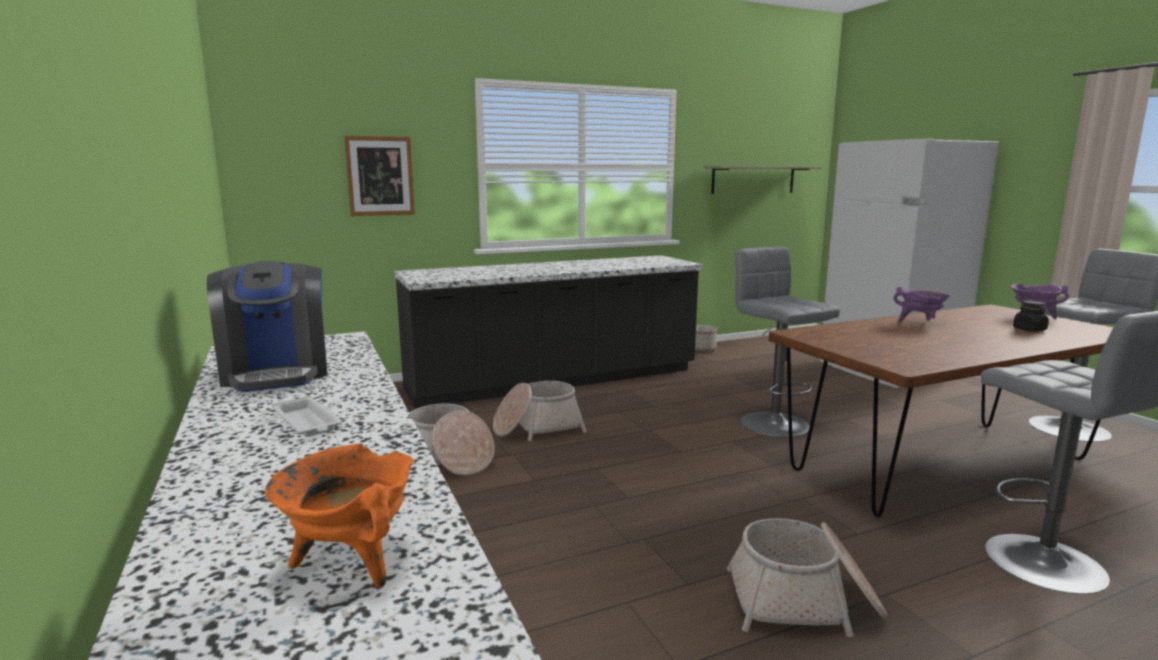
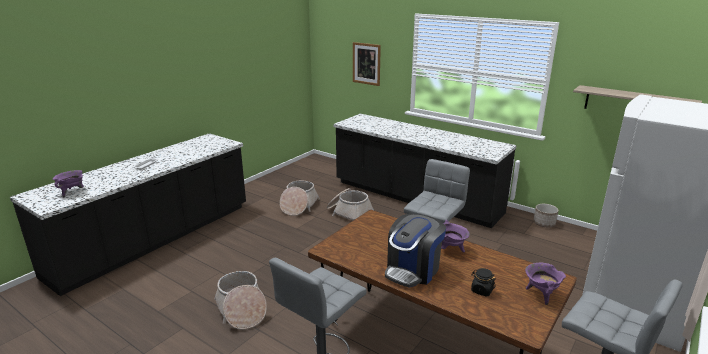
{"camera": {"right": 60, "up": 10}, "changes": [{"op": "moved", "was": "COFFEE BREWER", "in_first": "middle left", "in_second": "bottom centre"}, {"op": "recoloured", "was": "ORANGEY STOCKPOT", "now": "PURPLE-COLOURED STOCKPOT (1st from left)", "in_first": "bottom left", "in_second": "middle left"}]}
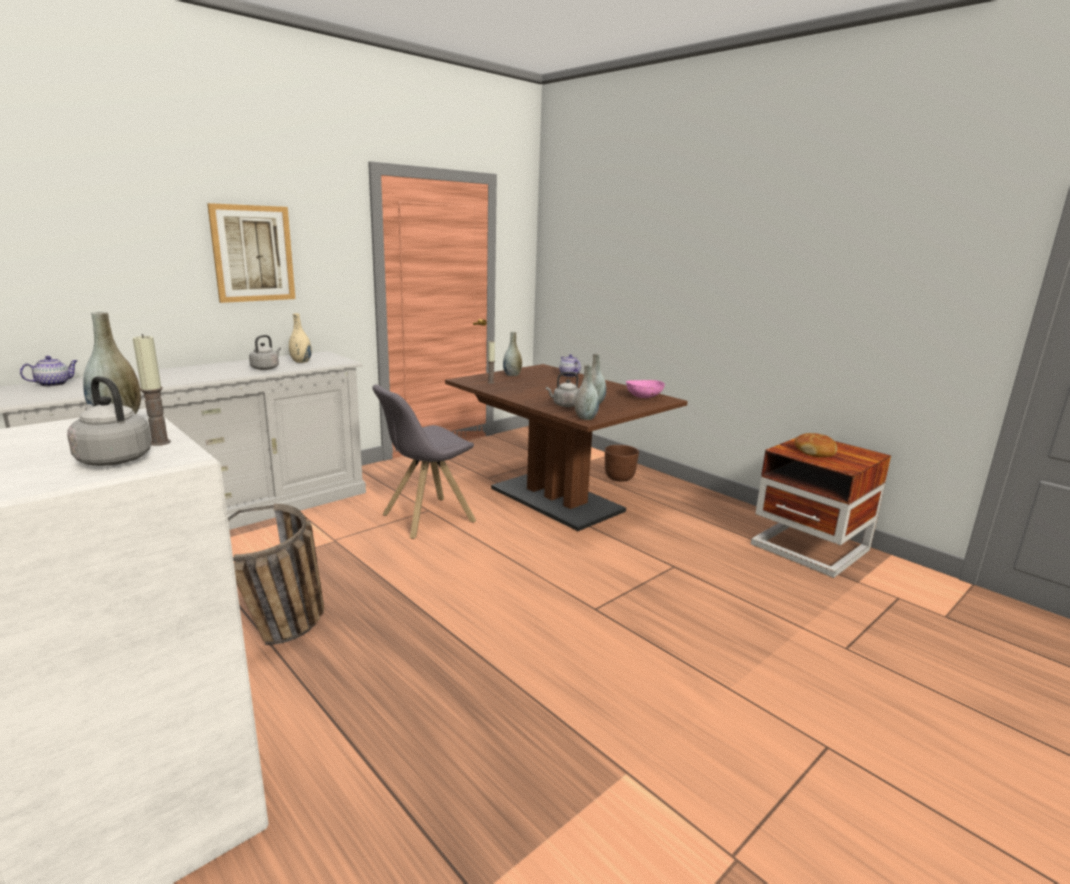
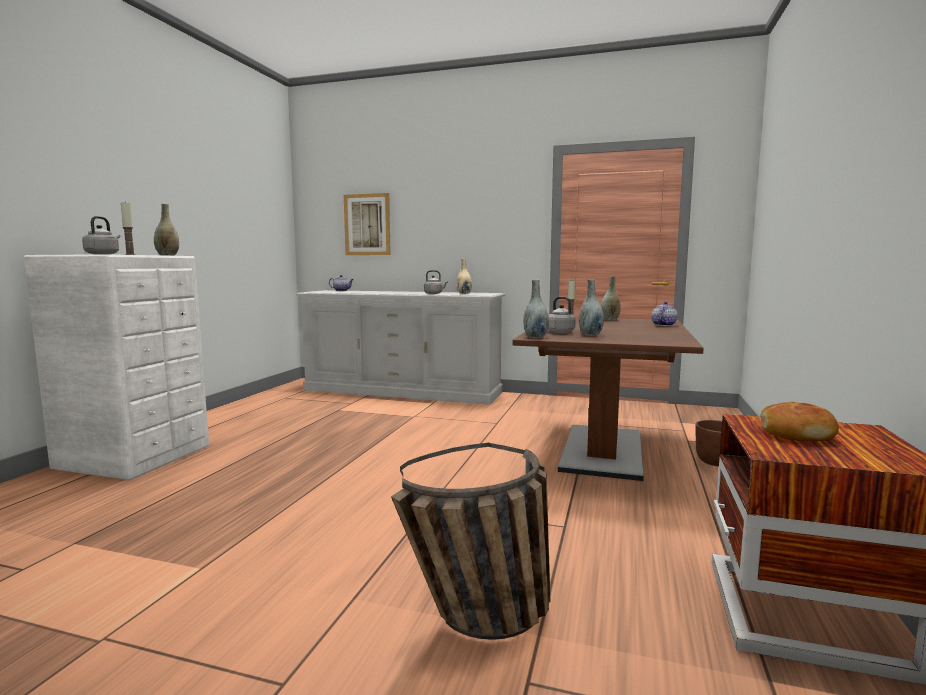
{"camera": {"right": 60, "up": -10}, "changes": [{"op": "removed", "was": "GREYISH CHAIR", "in_first": "centre"}, {"op": "removed", "was": "PINKISH BOWL", "in_first": "centre"}, {"op": "moved", "was": "WALL ART", "in_first": "top left", "in_second": "top centre"}, {"op": "moved", "was": "HOUSEHOLD BASKET", "in_first": "middle left", "in_second": "bottom centre"}]}
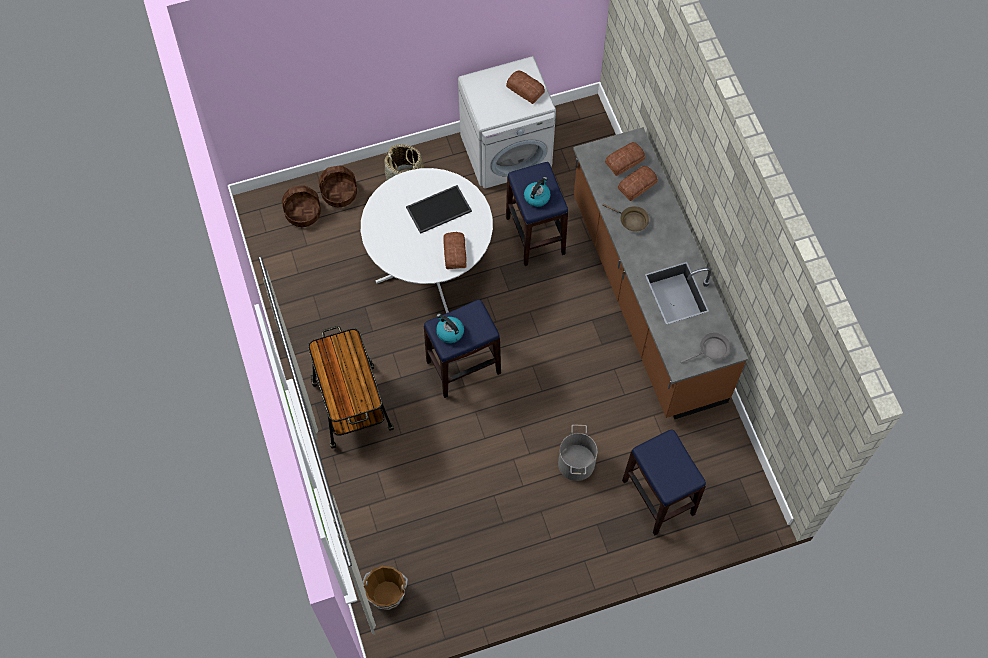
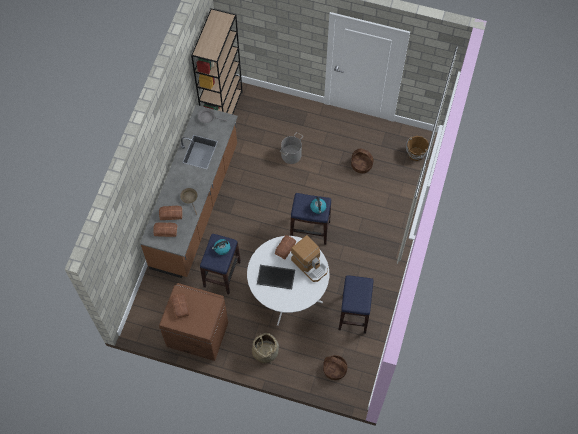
{"camera": {"right": -145, "up": 0}, "changes": [{"op": "removed", "was": "TROLLEY", "in_first": "centre"}, {"op": "added", "now": "BEIGE-COLOURED BOOKCASE", "in_second": "top centre"}, {"op": "added", "now": "COFFEE BREWER", "in_second": "centre"}, {"op": "moved", "was": "HOUSEHOLD BASKET (2nd from left in the first image)", "now": "HOUSEHOLD BASKET (3rd from left)", "in_first": "top centre", "in_second": "centre"}, {"op": "moved", "was": "SITTING STOOL (3rd from left)", "in_first": "bottom right", "in_second": "bottom centre"}, {"op": "recoloured", "was": "WHITISH WASHING MACHINE", "now": "BROWNISH WASHING MACHINE", "in_first": "top centre", "in_second": "bottom centre"}]}
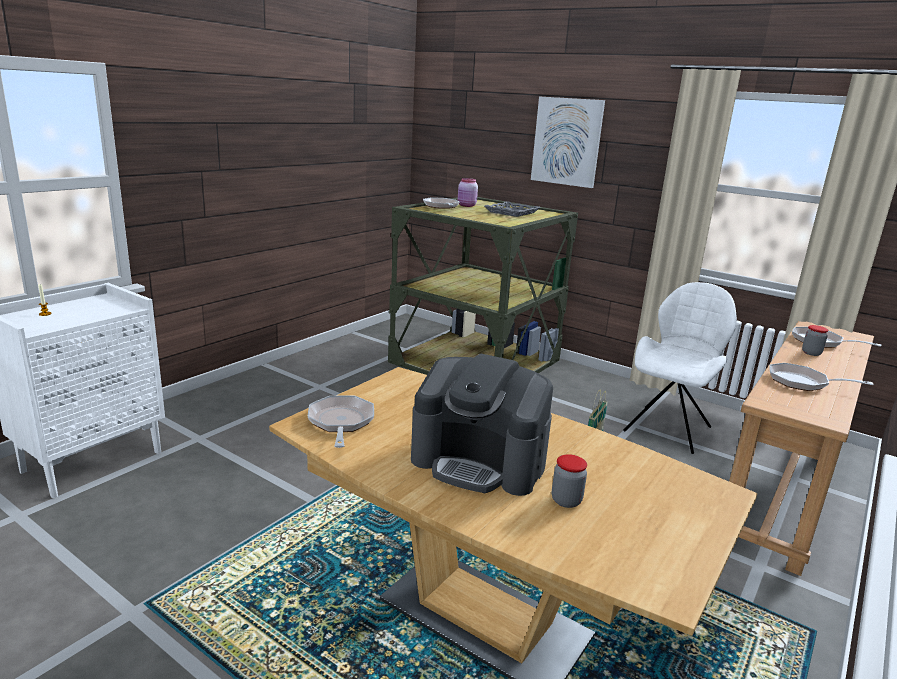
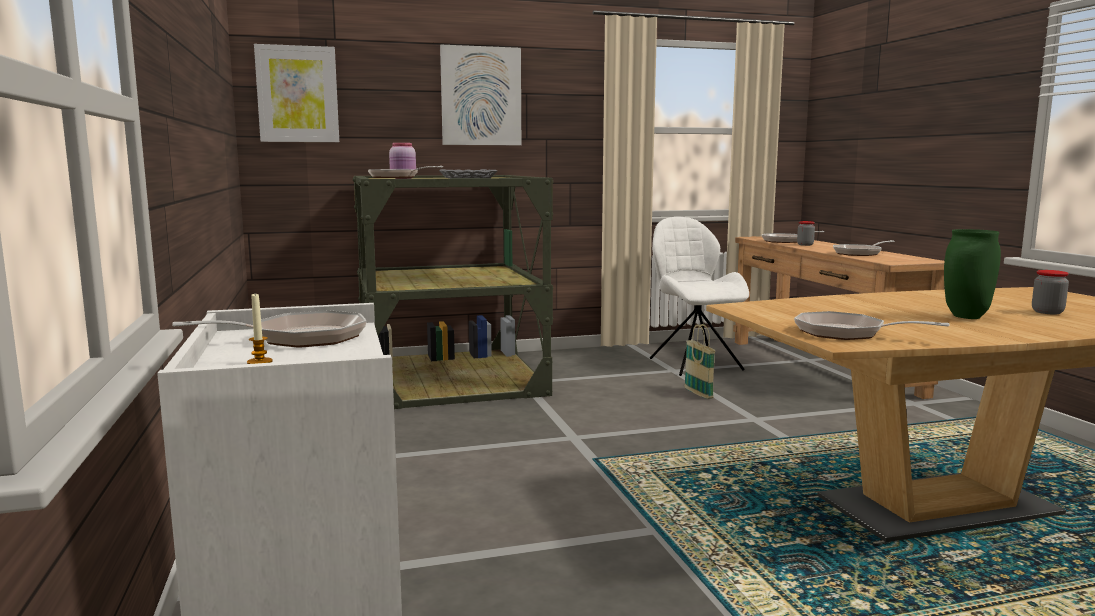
{"camera": {"right": -50, "up": -10}, "changes": [{"op": "added", "now": "SKILLET (1st from left)", "in_second": "middle left"}, {"op": "added", "now": "WALL ART (1st from left)", "in_second": "top left"}, {"op": "replaced", "was": "COFFEE BREWER", "now": "GREENISH VASE", "in_first": "centre", "in_second": "middle right"}]}
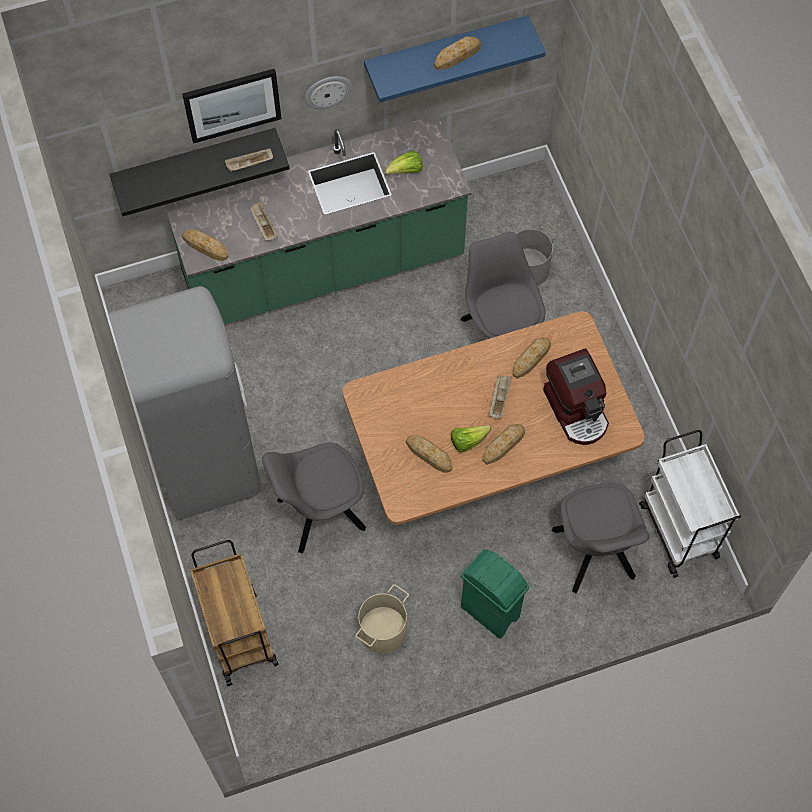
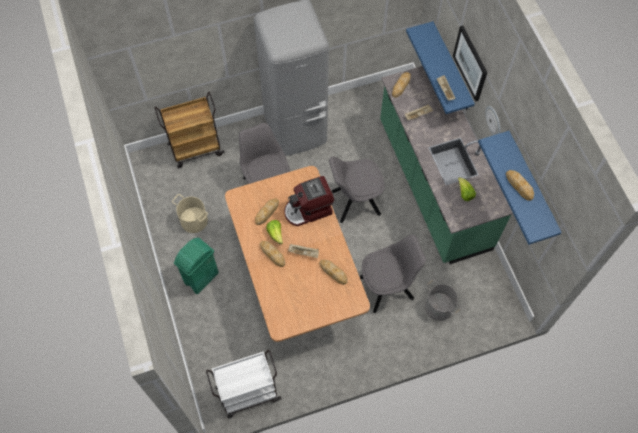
{"camera": {"right": 90, "up": 0}, "changes": [{"op": "moved", "was": "COFFEE BREWER", "in_first": "middle right", "in_second": "centre"}, {"op": "moved", "was": "GREYISH CHAIR (3rd from left in the first image)", "now": "GREYISH CHAIR (2nd from left)", "in_first": "middle right", "in_second": "centre"}, {"op": "recoloured", "was": "BLACKISH WALL SHELF", "now": "BLUE WALL SHELF (1st from left)", "in_first": "top left", "in_second": "top right"}]}
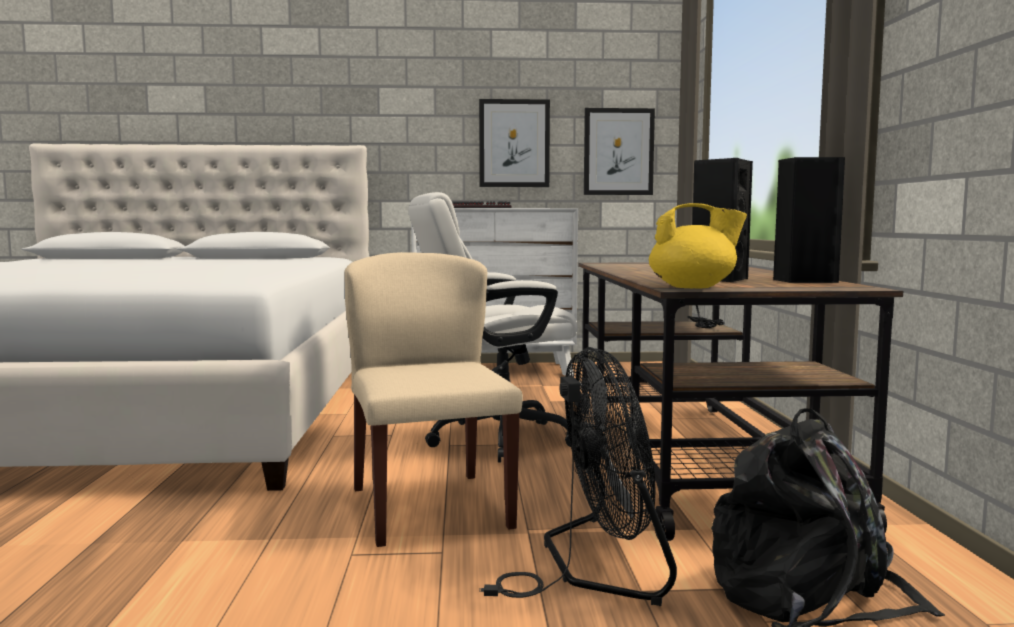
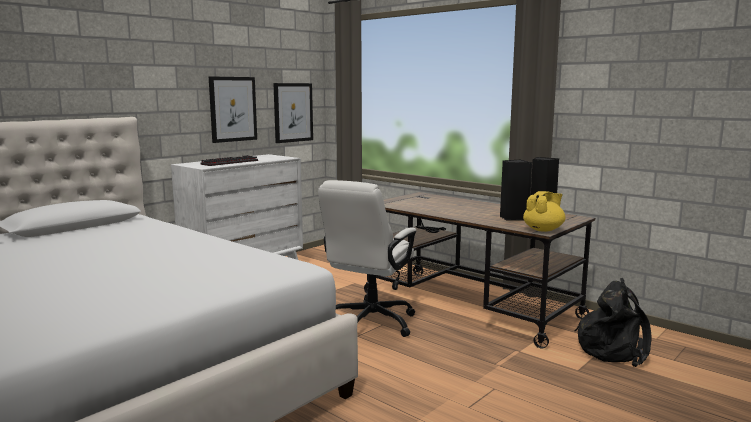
{"camera": {"right": -45, "up": 5}, "changes": [{"op": "removed", "was": "BEIGE-COLOURED CHAIR", "in_first": "centre"}, {"op": "removed", "was": "BLACKISH COOLING FAN", "in_first": "bottom centre"}]}
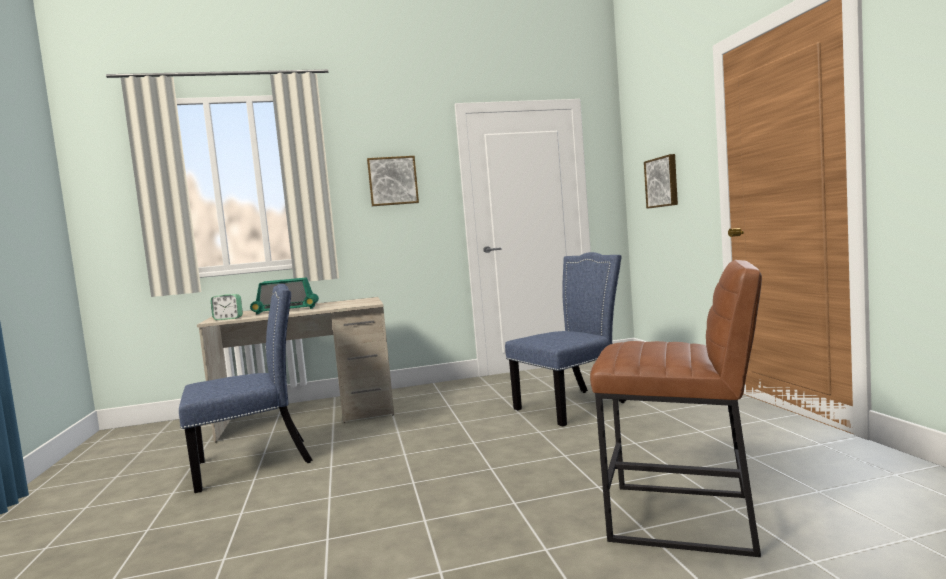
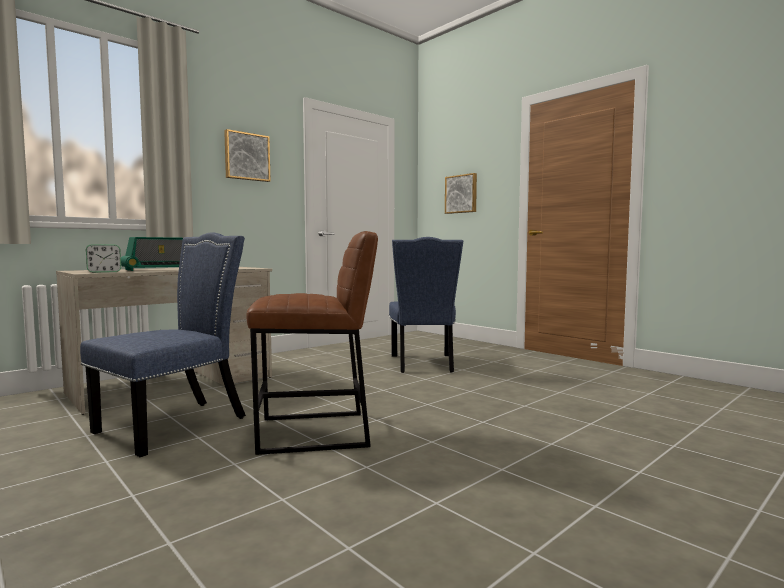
{"camera": {"right": -30, "up": 0}, "changes": [{"op": "moved", "was": "BROWNISH CHAIR", "in_first": "bottom right", "in_second": "centre"}, {"op": "turned", "was": "BLUE CHAIR (2nd from left)", "in_first": "centre", "in_second": "centre", "clockwise": 150}]}
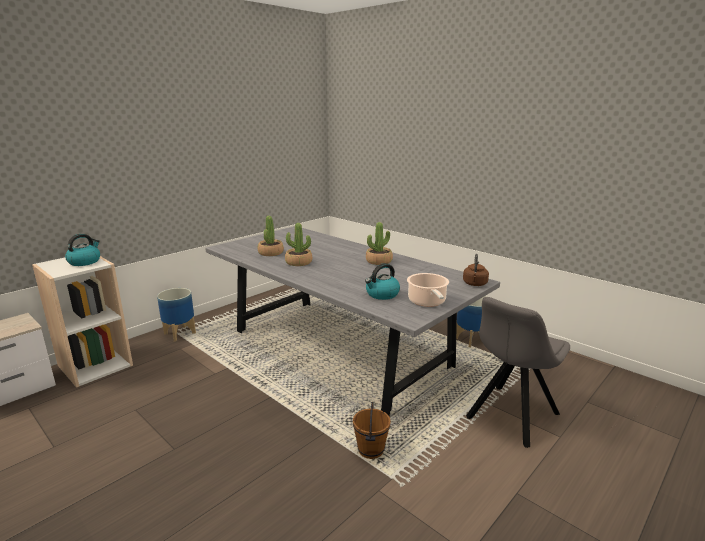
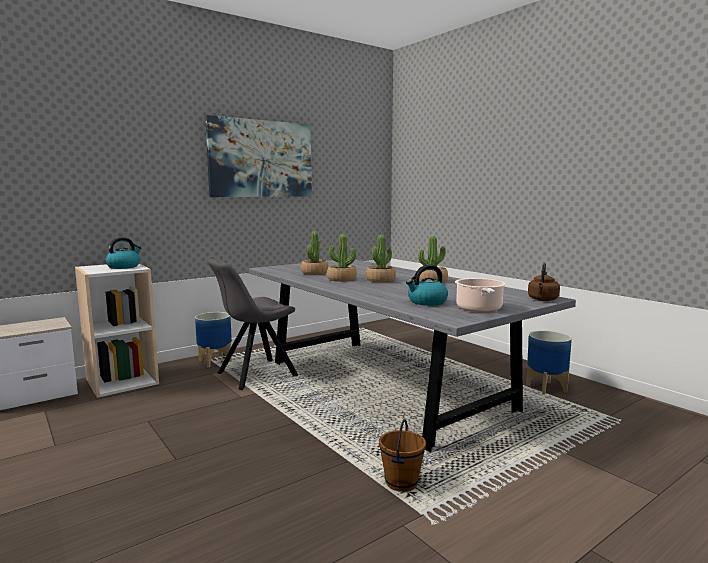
{"camera": {"right": 10, "up": -10}, "changes": [{"op": "added", "now": "WALL ART", "in_second": "top centre"}, {"op": "added", "now": "PLANT IN A POT (3rd from left)", "in_second": "centre"}, {"op": "moved", "was": "GREYISH CHAIR", "in_first": "bottom right", "in_second": "centre"}]}
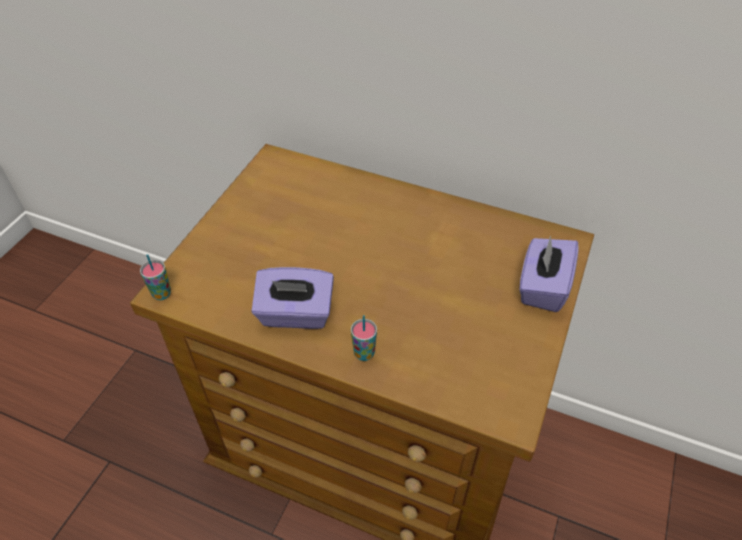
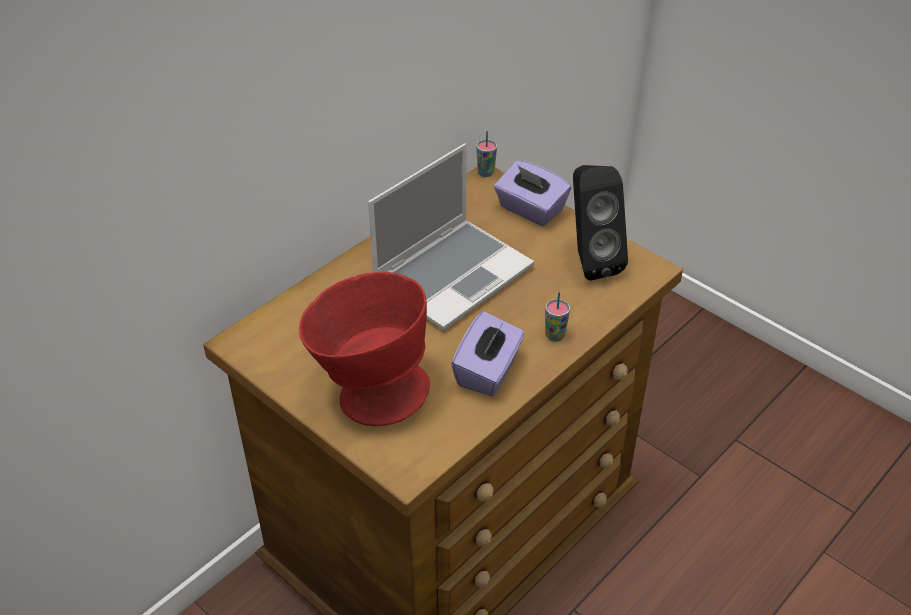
{"camera": {"right": -70, "up": -5}, "changes": [{"op": "added", "now": "REDDISH BOWL", "in_second": "centre"}, {"op": "added", "now": "LAPTOP", "in_second": "centre"}, {"op": "added", "now": "BLACKISH SPEAKER", "in_second": "centre"}, {"op": "moved", "was": "SMALL CUP (1st from left)", "in_first": "middle left", "in_second": "top centre"}]}
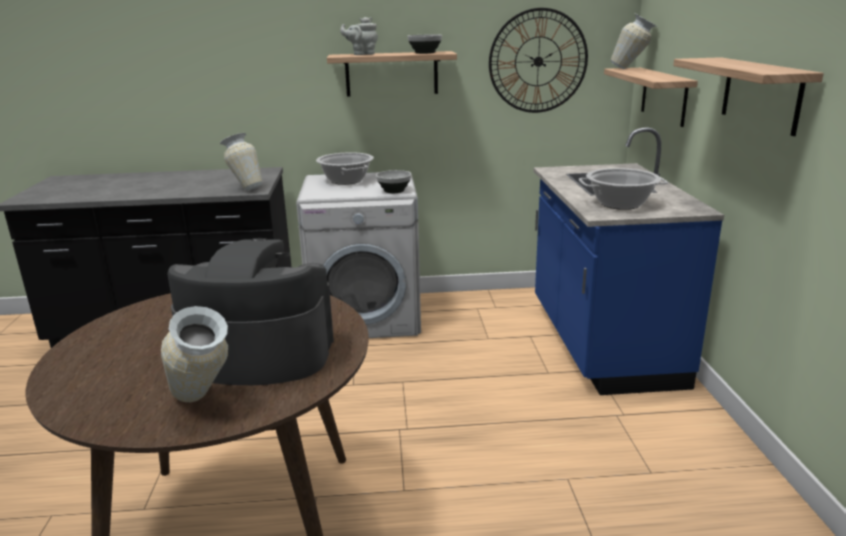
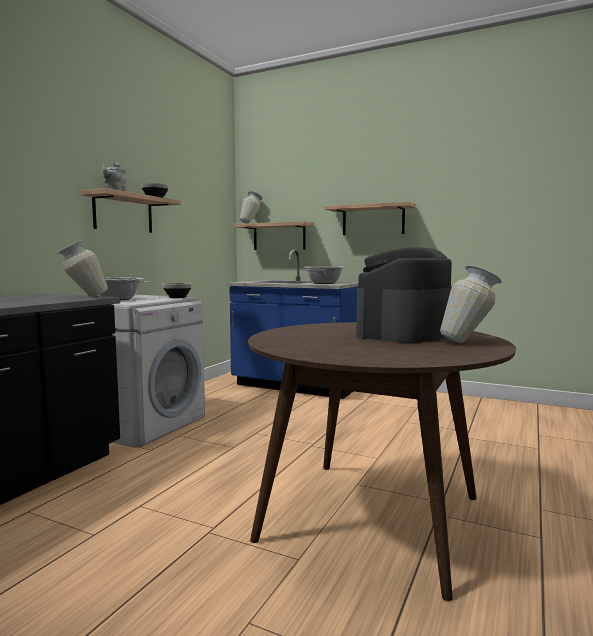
{"camera": {"right": -60, "up": -15}, "changes": [{"op": "removed", "was": "CLOCK ON THE WALL", "in_first": "top centre"}]}
